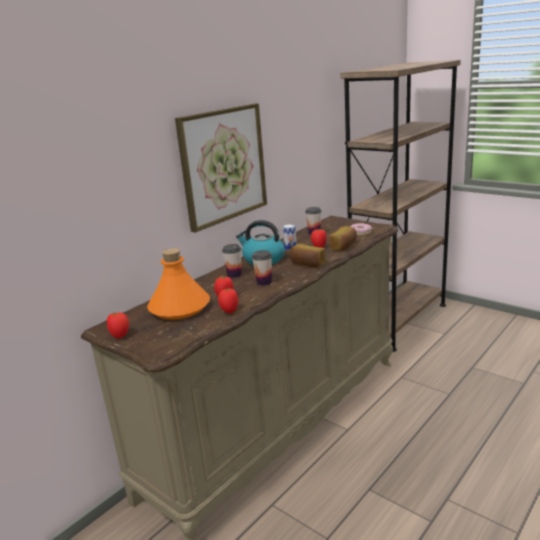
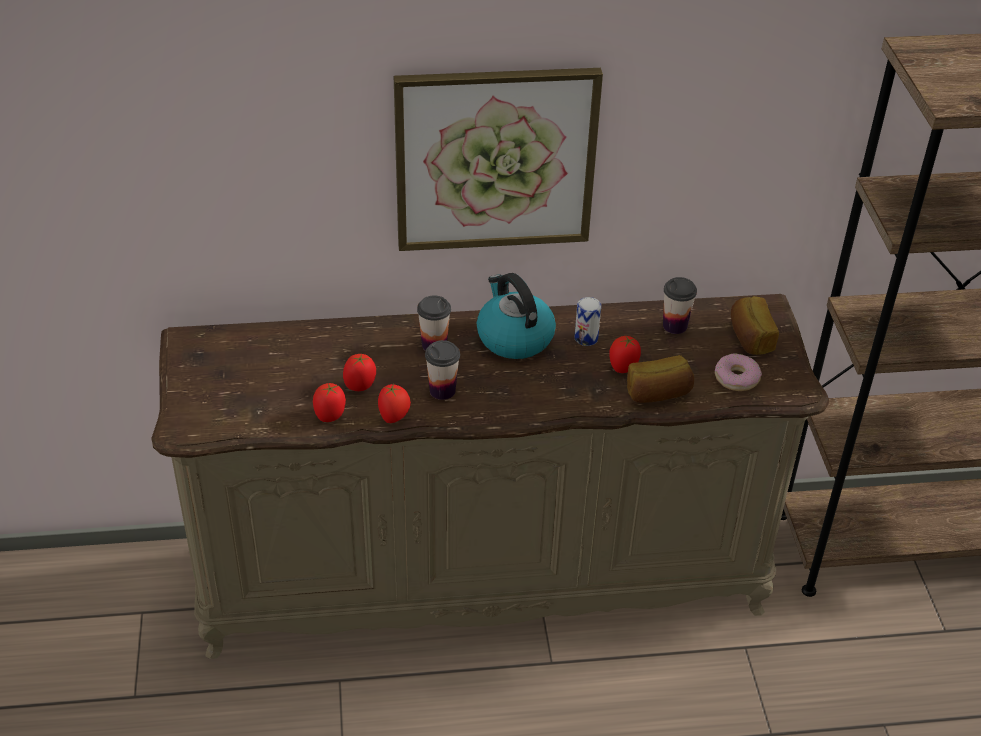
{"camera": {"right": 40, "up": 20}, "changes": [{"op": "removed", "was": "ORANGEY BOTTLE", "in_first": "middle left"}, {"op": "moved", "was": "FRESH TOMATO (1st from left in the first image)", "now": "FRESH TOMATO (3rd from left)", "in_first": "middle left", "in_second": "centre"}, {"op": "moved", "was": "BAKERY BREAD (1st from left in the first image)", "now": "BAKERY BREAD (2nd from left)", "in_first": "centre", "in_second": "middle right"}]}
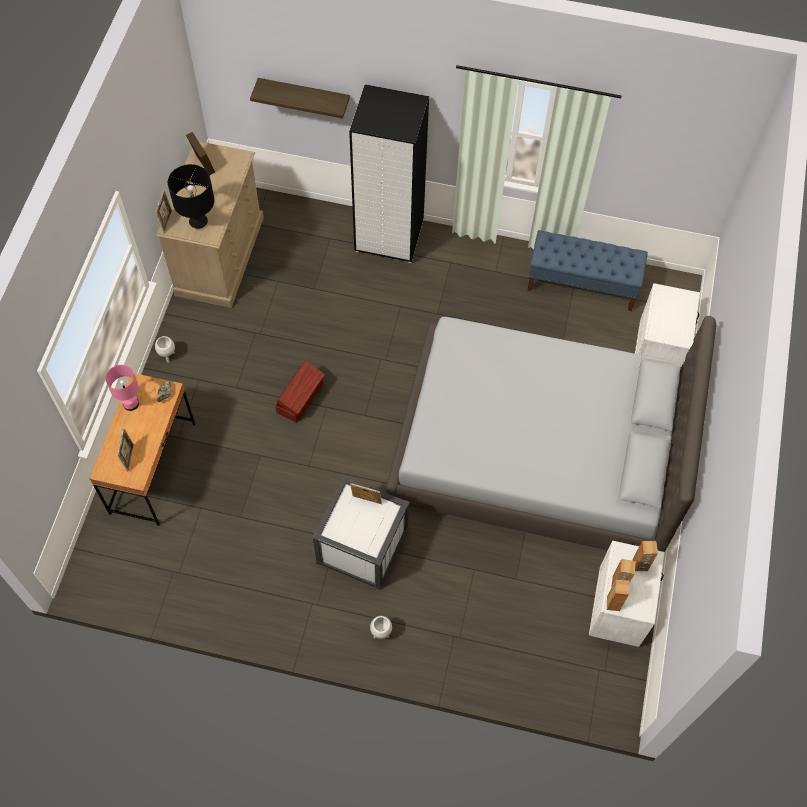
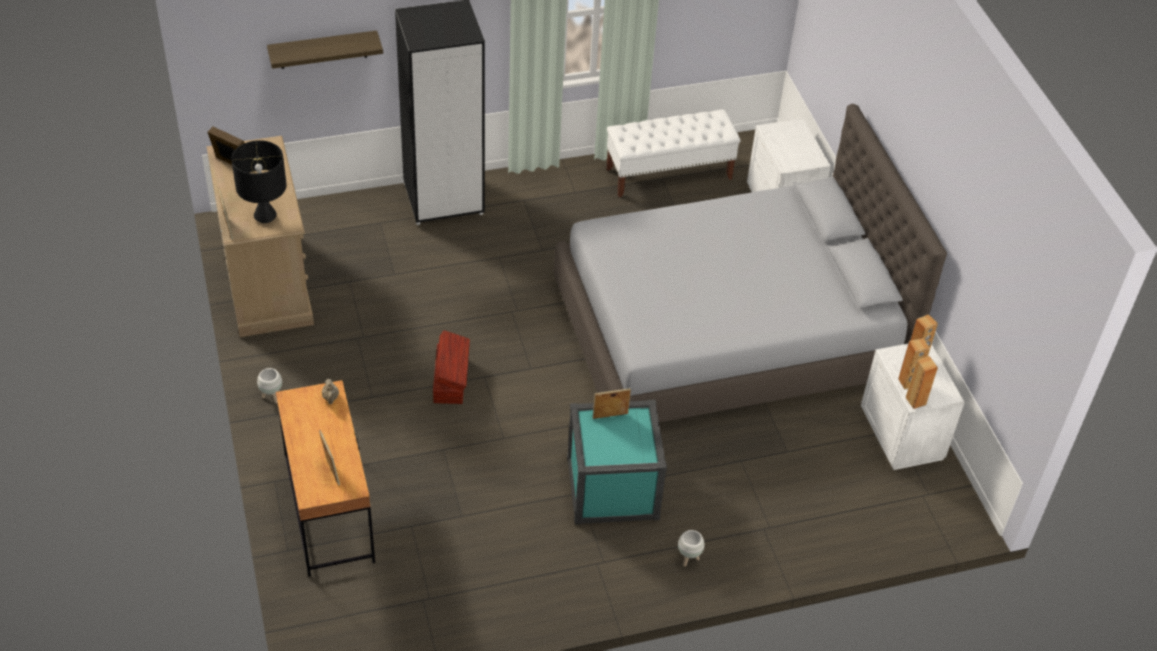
{"camera": {"right": -30, "up": -15}, "changes": [{"op": "removed", "was": "PINKISH TABLETOP LAMP", "in_first": "middle left"}, {"op": "recoloured", "was": "WHITISH STORAGE BIN", "now": "TURQUOISE STORAGE BIN", "in_first": "centre", "in_second": "bottom centre"}, {"op": "recoloured", "was": "BLUE LONG SEAT", "now": "WHITISH LONG SEAT", "in_first": "middle right", "in_second": "top centre"}]}
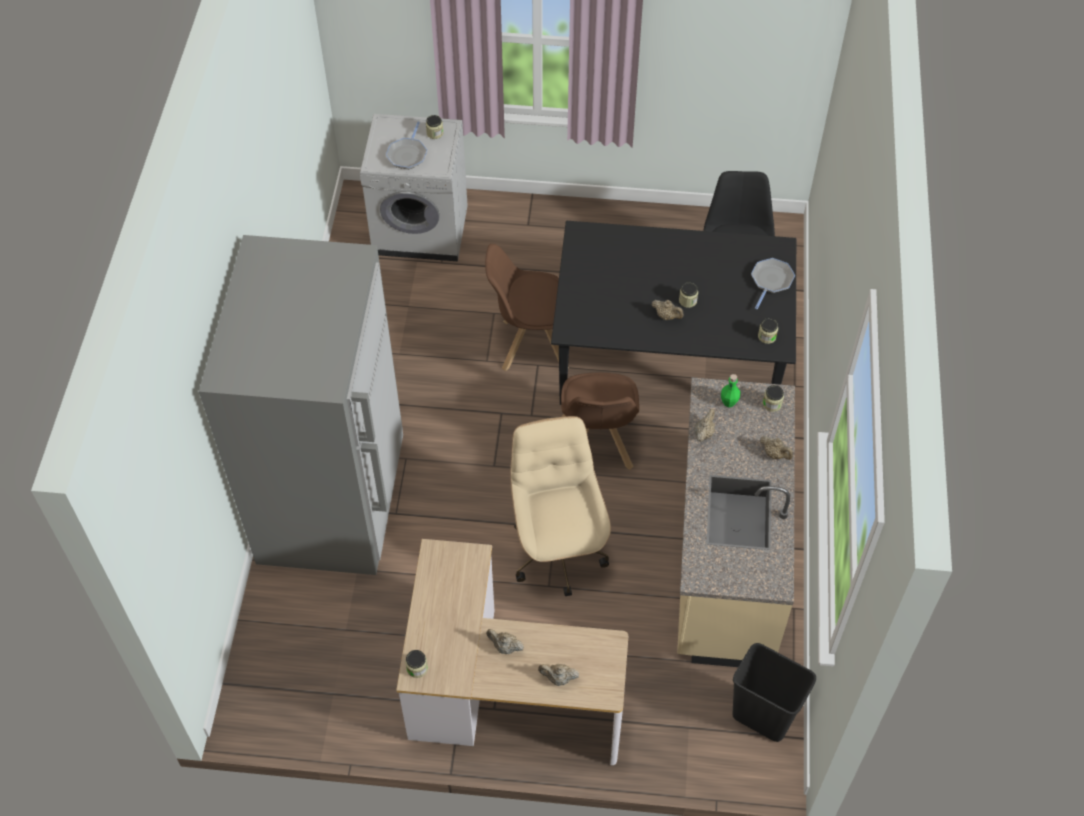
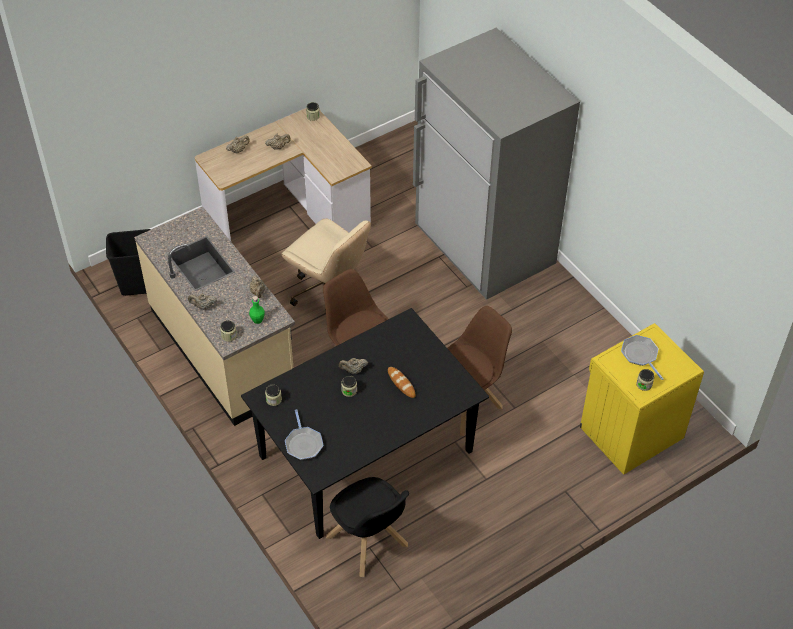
{"camera": {"right": 140, "up": -5}, "changes": [{"op": "added", "now": "BAKERY BREAD", "in_second": "centre"}, {"op": "recoloured", "was": "WHITISH WASHING MACHINE", "now": "YELLOW-COLOURED WASHING MACHINE", "in_first": "top centre", "in_second": "middle right"}]}
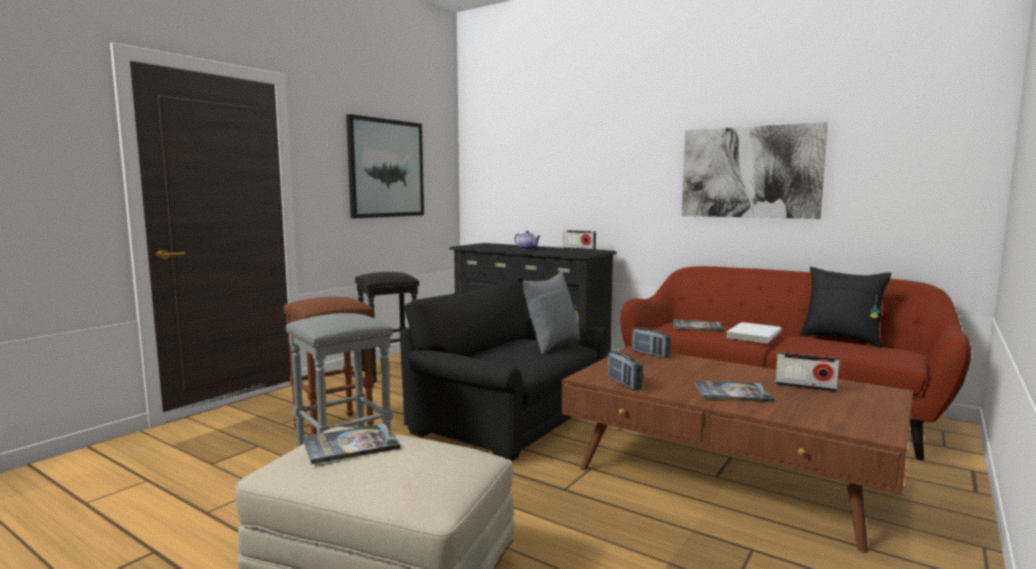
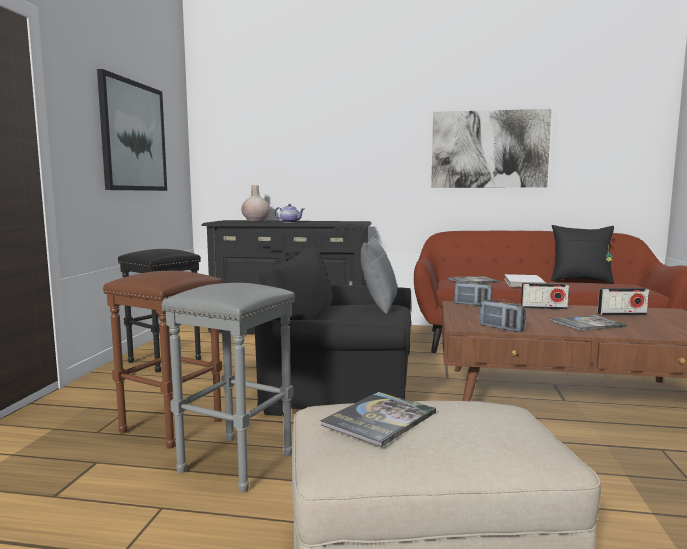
{"camera": {"right": -25, "up": 0}, "changes": [{"op": "added", "now": "BEIGE-COLOURED VASE", "in_second": "centre"}, {"op": "moved", "was": "RADIO SET (1st from left in the first image)", "now": "RADIO SET (3rd from left)", "in_first": "centre", "in_second": "middle right"}]}
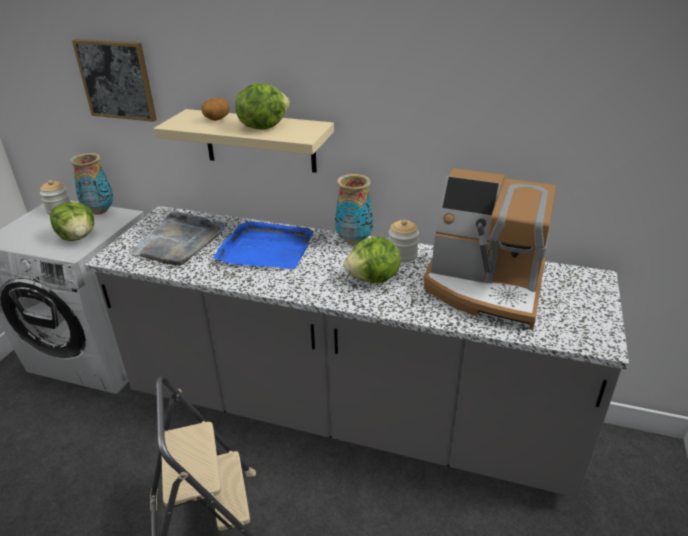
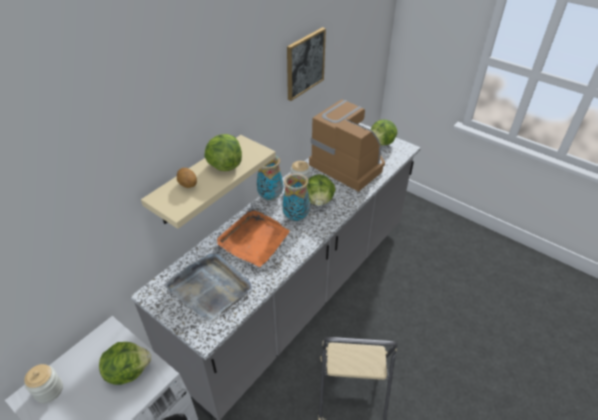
{"camera": {"right": -70, "up": 10}, "changes": [{"op": "added", "now": "LETTUCE HEAD (4th from left)", "in_second": "top centre"}, {"op": "moved", "was": "VASE (1st from left in the first image)", "now": "VASE (2nd from left)", "in_first": "middle left", "in_second": "centre"}, {"op": "moved", "was": "WALL ART", "in_first": "top left", "in_second": "top centre"}, {"op": "recoloured", "was": "BLUE TRAY", "now": "ORANGEY TRAY", "in_first": "centre", "in_second": "centre"}, {"op": "turned", "was": "COFFEE BREWER", "in_first": "middle right", "in_second": "centre", "clockwise": -90}]}
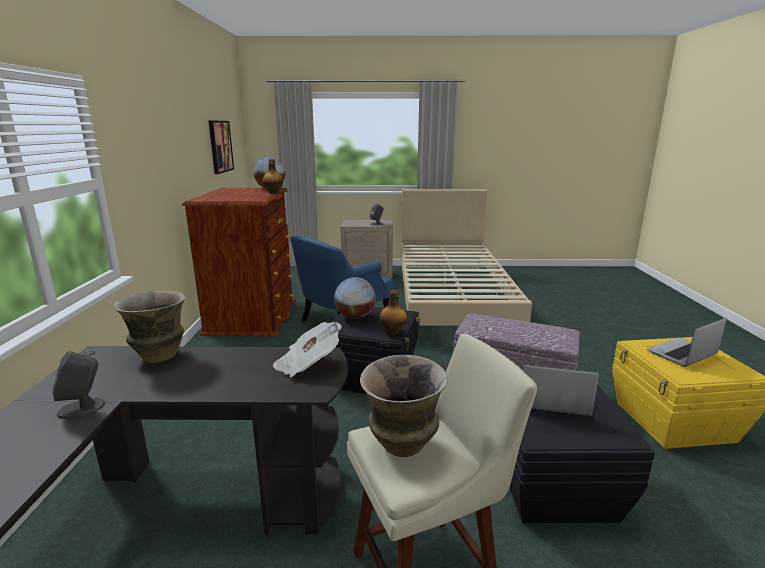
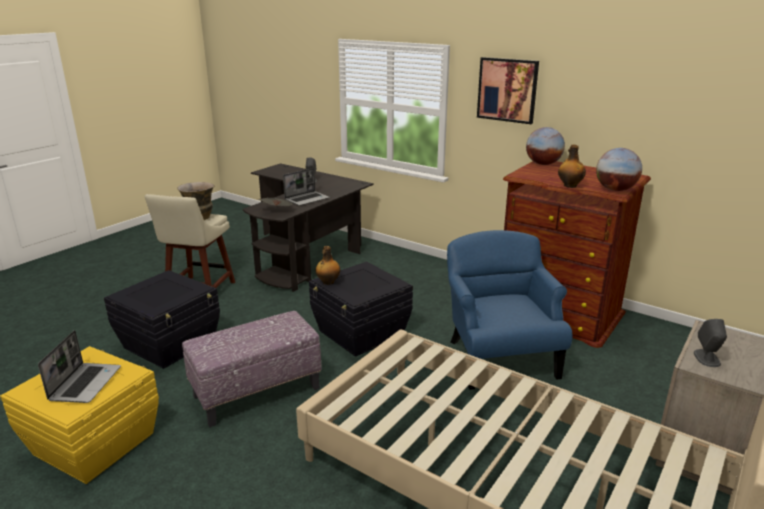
{"camera": {"right": 125, "up": 5}, "changes": [{"op": "removed", "was": "VASE (1st from left)", "in_first": "middle left"}, {"op": "moved", "was": "WALL ART", "in_first": "top left", "in_second": "top centre"}, {"op": "moved", "was": "GLOBE (2nd from left in the first image)", "now": "GLOBE (1st from left)", "in_first": "centre", "in_second": "top right"}, {"op": "moved", "was": "LAPTOP (1st from left in the first image)", "now": "LAPTOP (2nd from left)", "in_first": "bottom right", "in_second": "centre"}]}
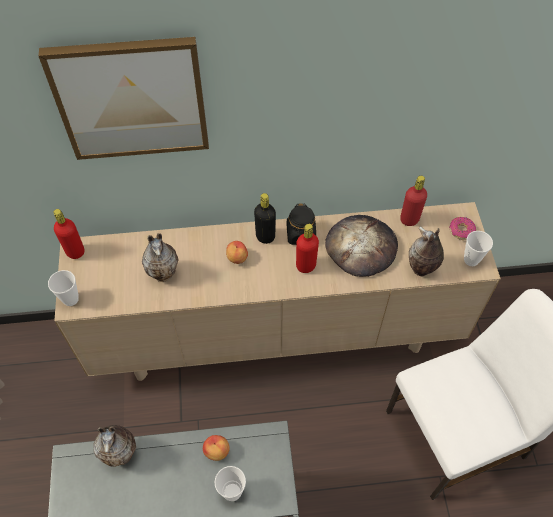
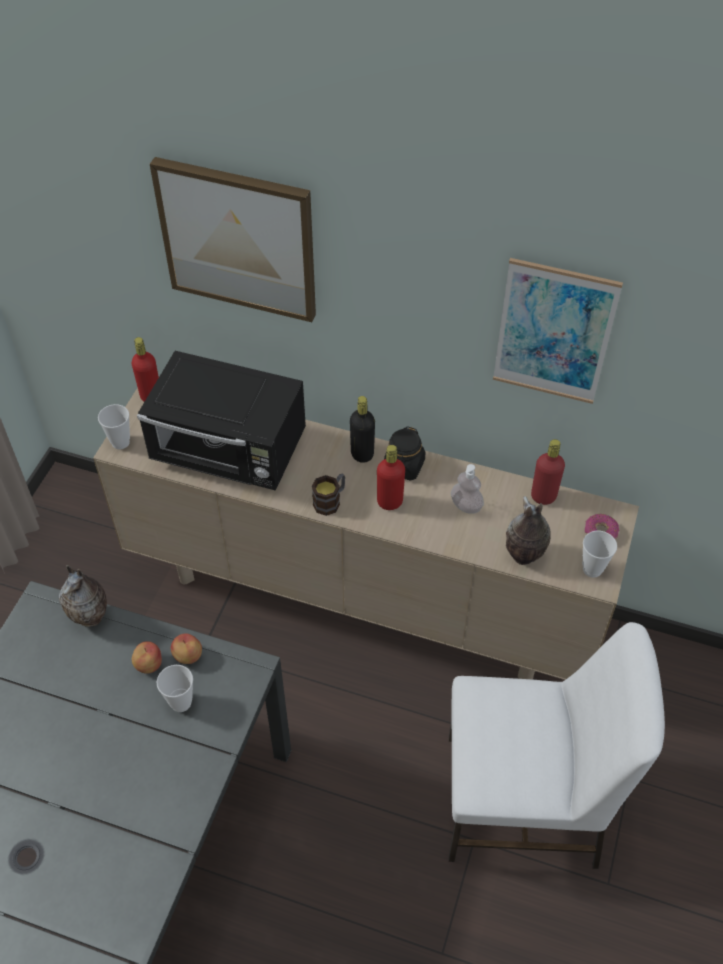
{"camera": {"right": 25, "up": -5}, "changes": [{"op": "added", "now": "TEA MUG", "in_second": "centre"}, {"op": "added", "now": "WALL ART (2nd from left)", "in_second": "middle right"}, {"op": "moved", "was": "APPLE (2nd from left in the first image)", "now": "APPLE (1st from left)", "in_first": "centre", "in_second": "bottom left"}, {"op": "replaced", "was": "VASE (2nd from left)", "now": "BLACKISH MICROWAVE OVEN", "in_first": "middle left", "in_second": "middle left"}, {"op": "replaced", "was": "BAKERY BREAD", "now": "SOAP BOTTLE", "in_first": "centre", "in_second": "centre"}]}
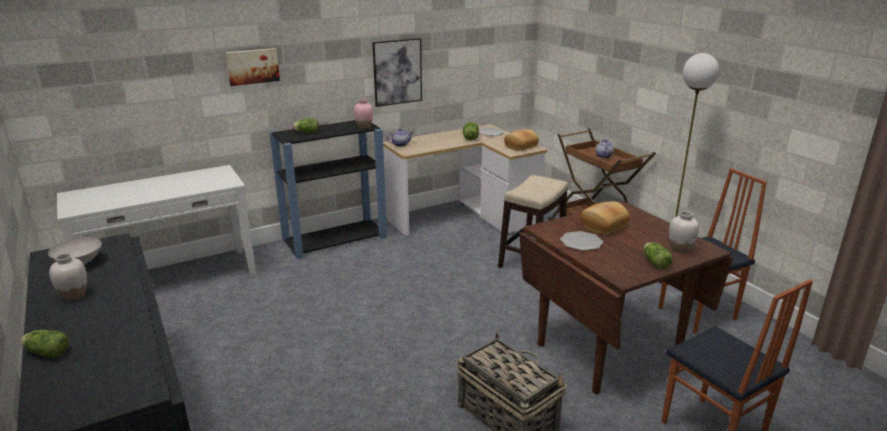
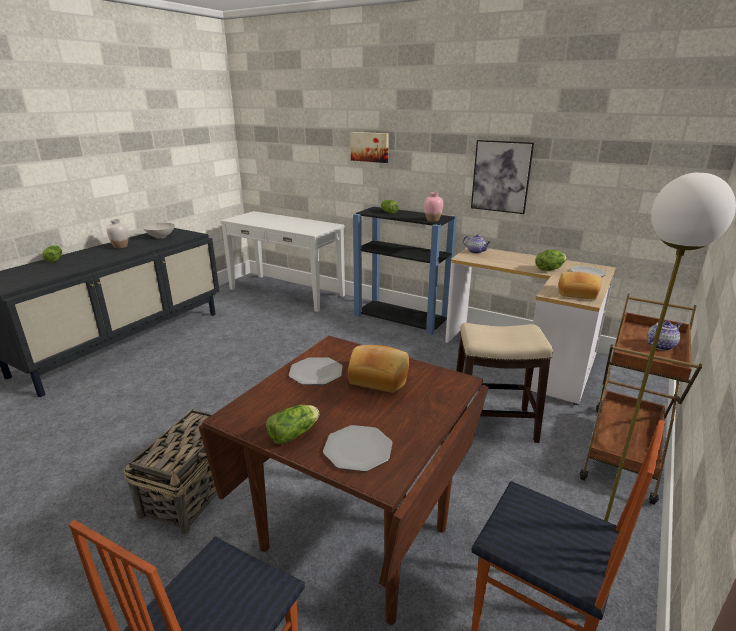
{"camera": {"right": 60, "up": 0}, "changes": [{"op": "replaced", "was": "WHITISH VASE (2nd from left)", "now": "PLATE (2nd from left)", "in_first": "middle right", "in_second": "bottom centre"}]}
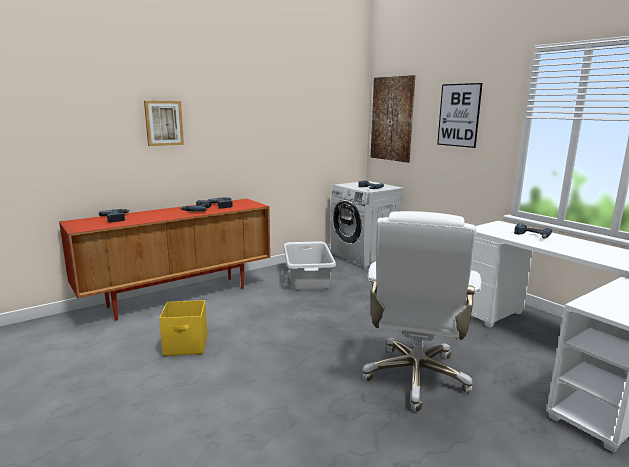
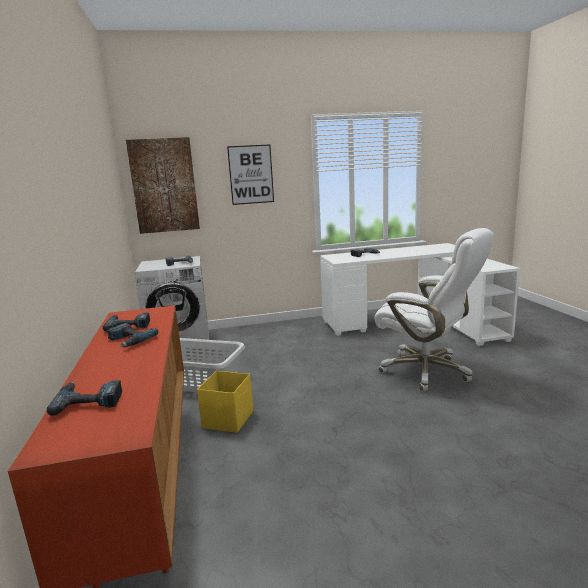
{"camera": {"right": -65, "up": 0}, "changes": [{"op": "removed", "was": "WALL ART (1st from left)", "in_first": "top left"}, {"op": "moved", "was": "YELLOW-COLOURED STORAGE BIN", "in_first": "bottom left", "in_second": "bottom centre"}]}
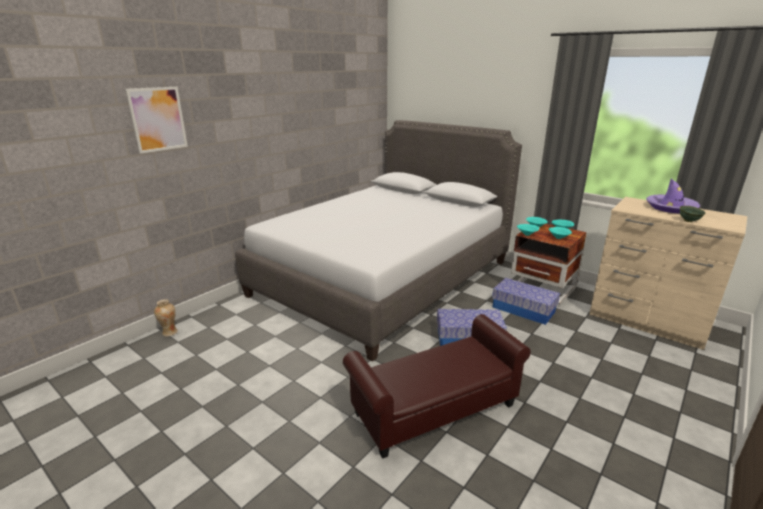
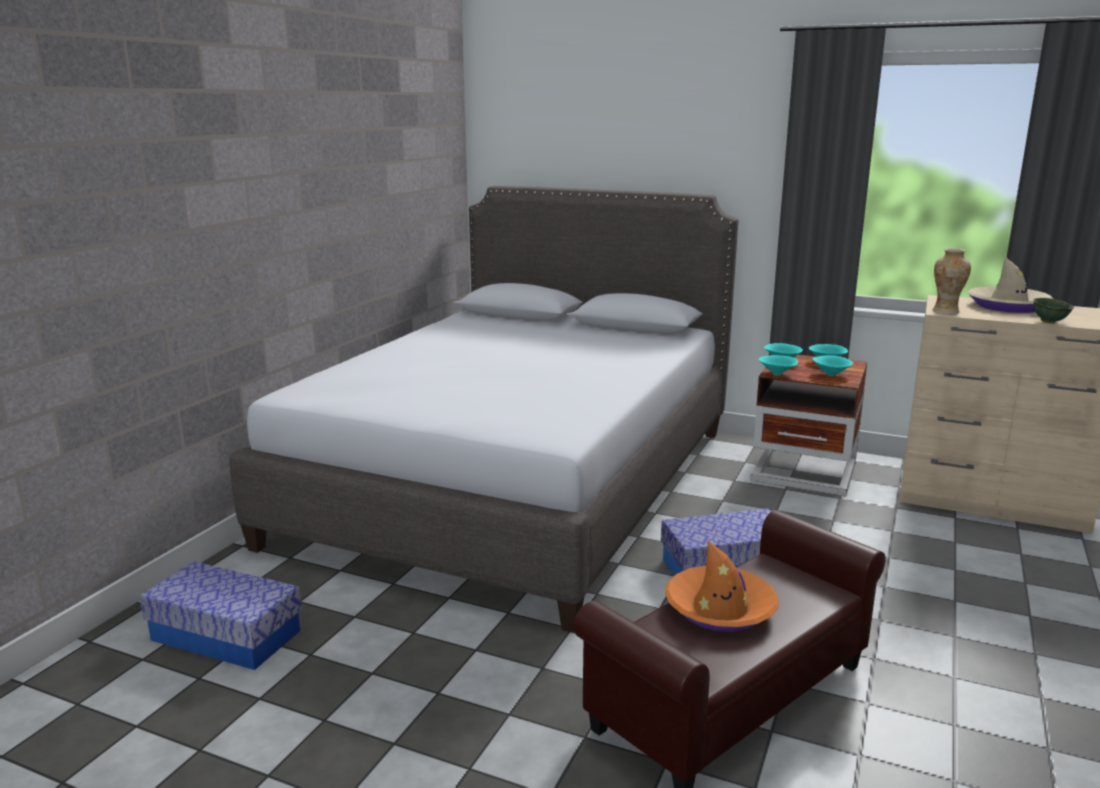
{"camera": {"right": -15, "up": -5}, "changes": [{"op": "removed", "was": "WALL ART", "in_first": "top left"}, {"op": "added", "now": "ORANGEY HAT", "in_second": "bottom centre"}, {"op": "moved", "was": "VASE", "in_first": "middle left", "in_second": "middle right"}, {"op": "moved", "was": "STORAGE BIN (2nd from left in the first image)", "now": "STORAGE BIN (1st from left)", "in_first": "middle right", "in_second": "bottom left"}, {"op": "recoloured", "was": "PURPLE-COLOURED HAT", "now": "BEIGE-COLOURED HAT", "in_first": "middle right", "in_second": "middle right"}]}
